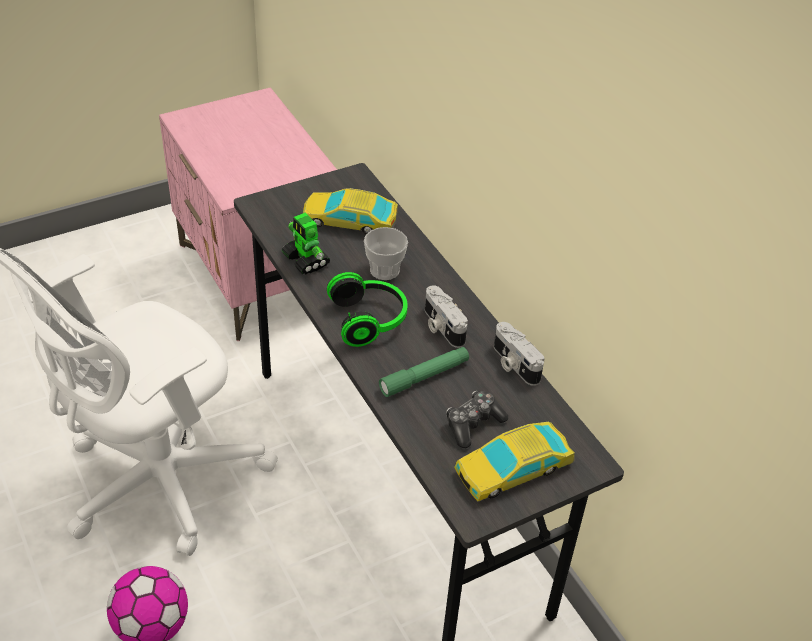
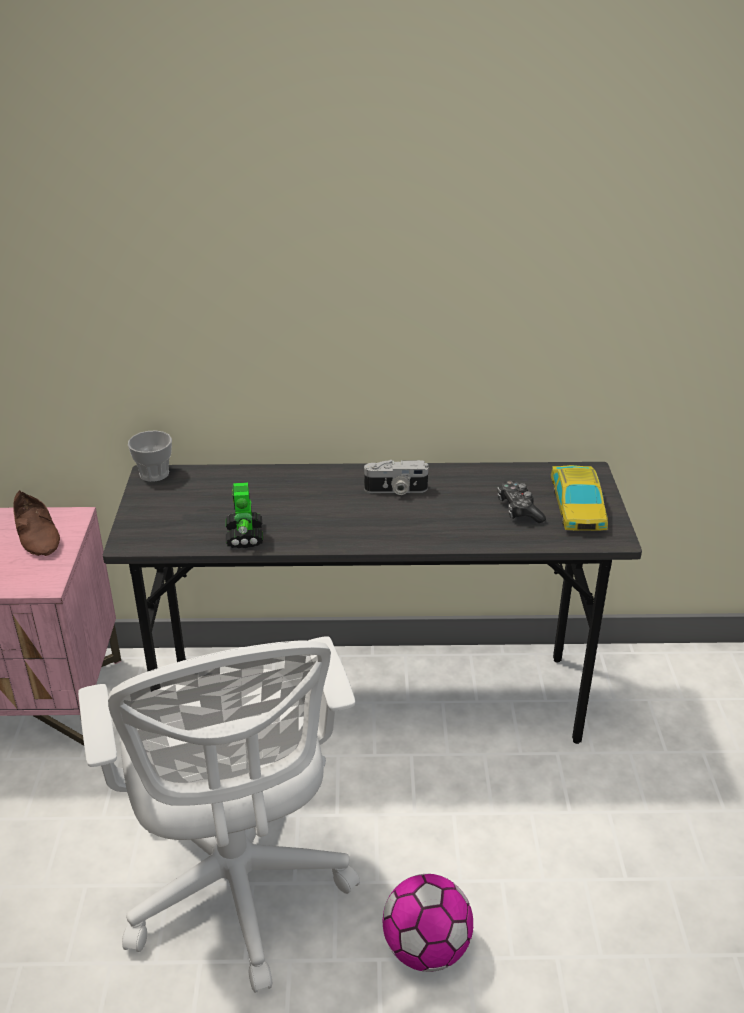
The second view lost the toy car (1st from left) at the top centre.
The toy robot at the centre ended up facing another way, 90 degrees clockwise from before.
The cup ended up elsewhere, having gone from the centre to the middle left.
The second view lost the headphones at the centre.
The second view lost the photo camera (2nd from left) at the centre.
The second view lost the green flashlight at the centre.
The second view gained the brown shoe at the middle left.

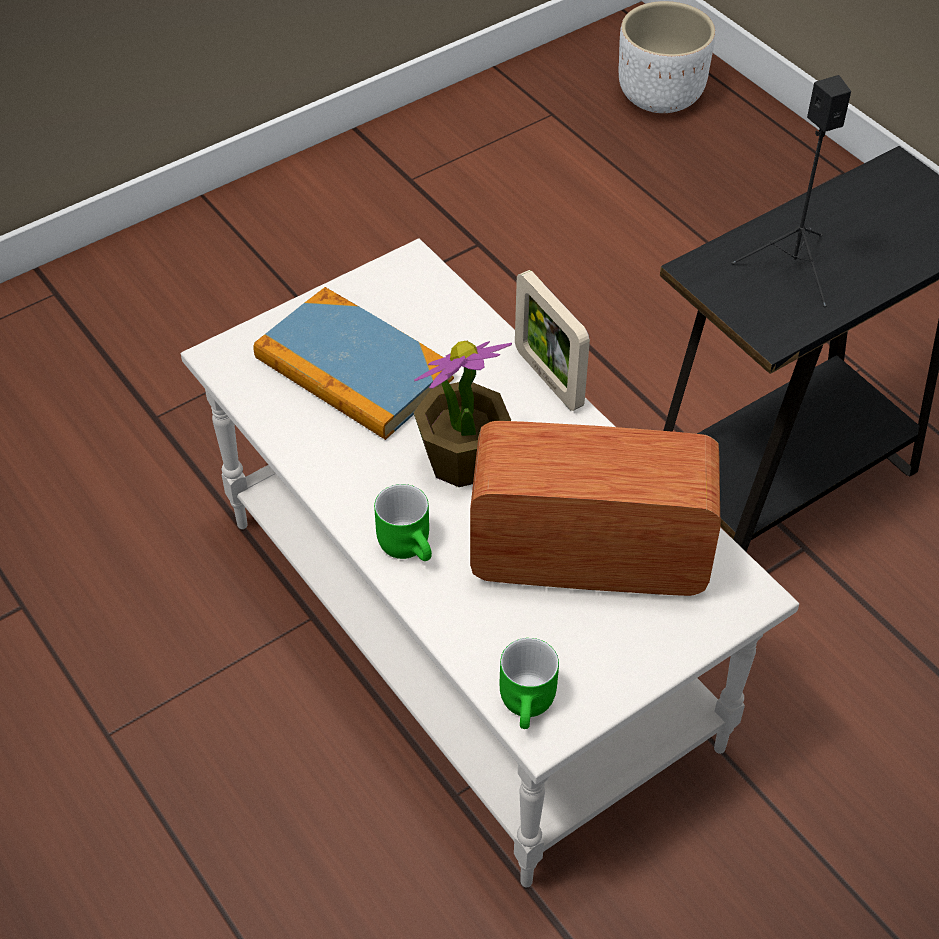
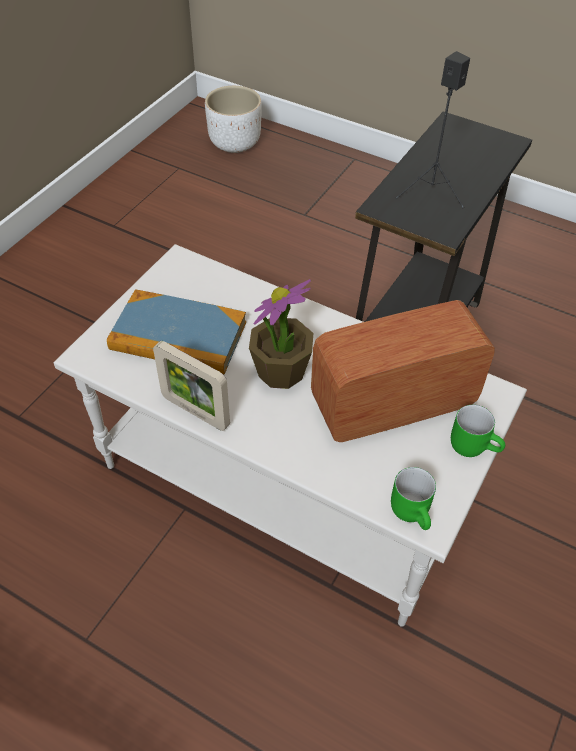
The picture frame ended up elsewhere, having gone from the centre to the middle left.
The green mug (1st from left in the first image) ended up elsewhere, having gone from the centre to the middle right.

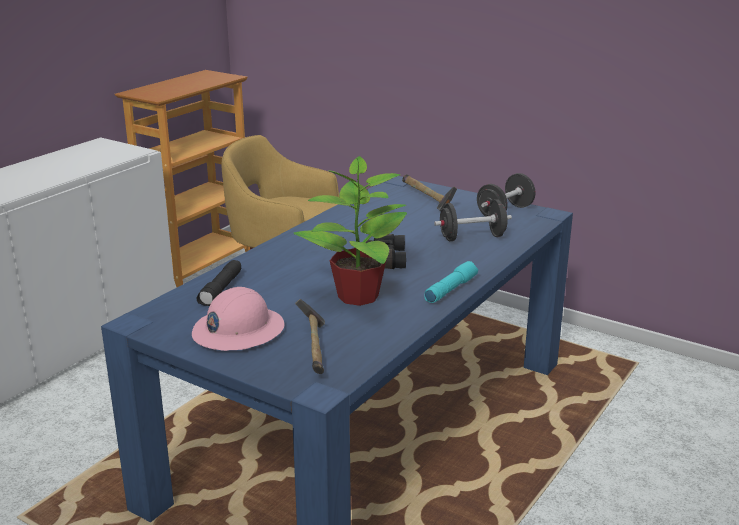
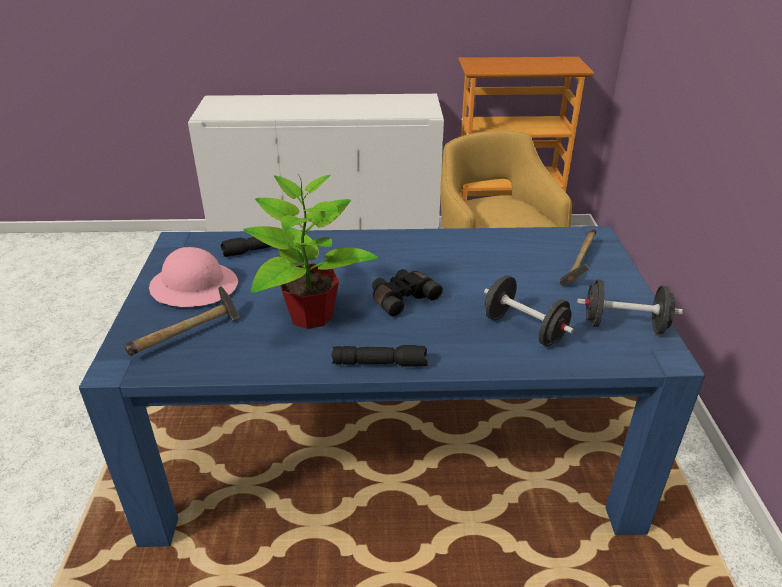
What was the turquoise flashlight at the centre turned into the black flashlight (2nd from left) at the centre.

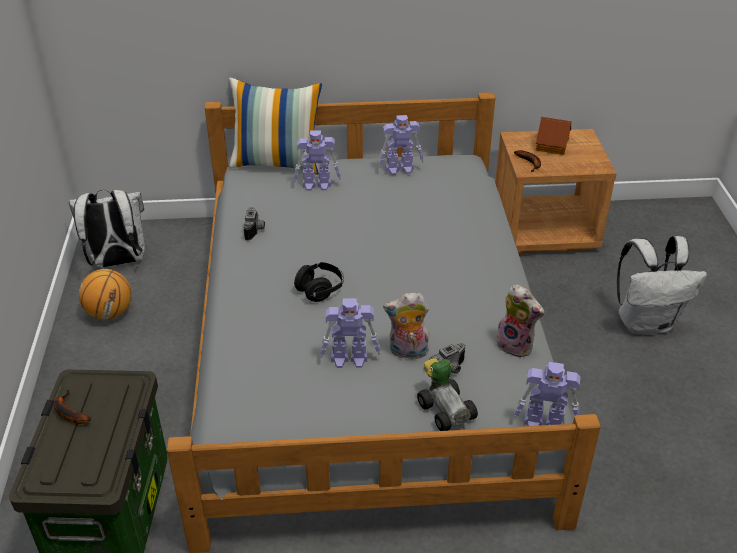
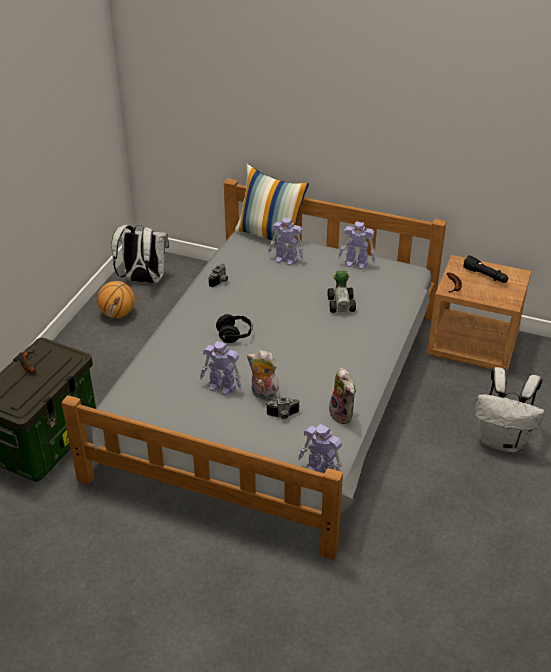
Where the toy house stood at the top right, the black flashlight came to stand at the middle right.
The toy car ended up elsewhere, having gone from the bottom centre to the centre.

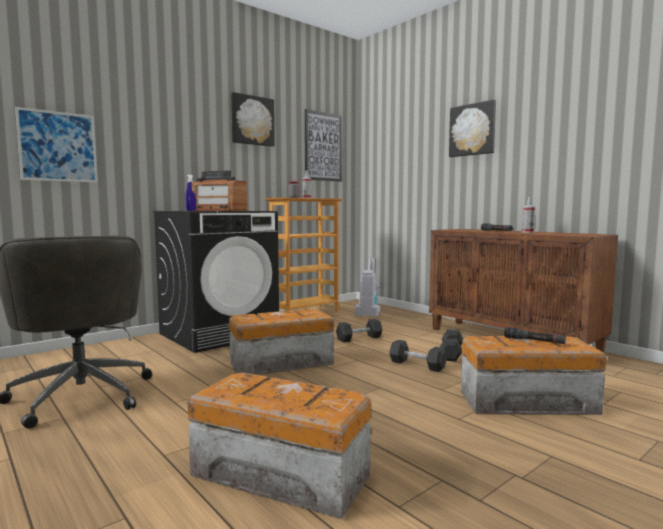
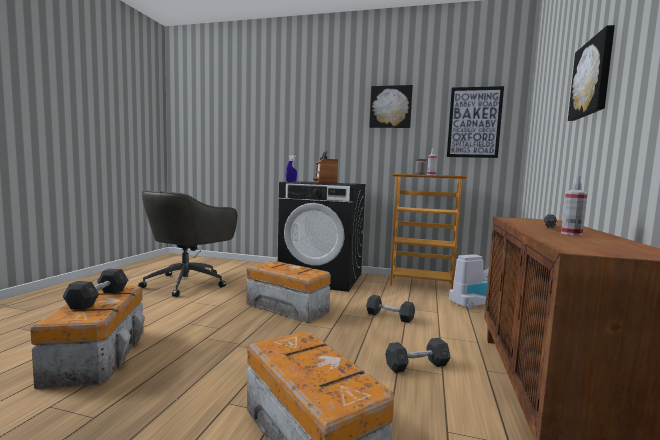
The second view lost the picture (1st from left) at the top left.
The second view lost the black flashlight (2nd from left) at the middle right.
The grey dumbbell (2nd from left in the first image) ended up elsewhere, having gone from the bottom centre to the middle left.

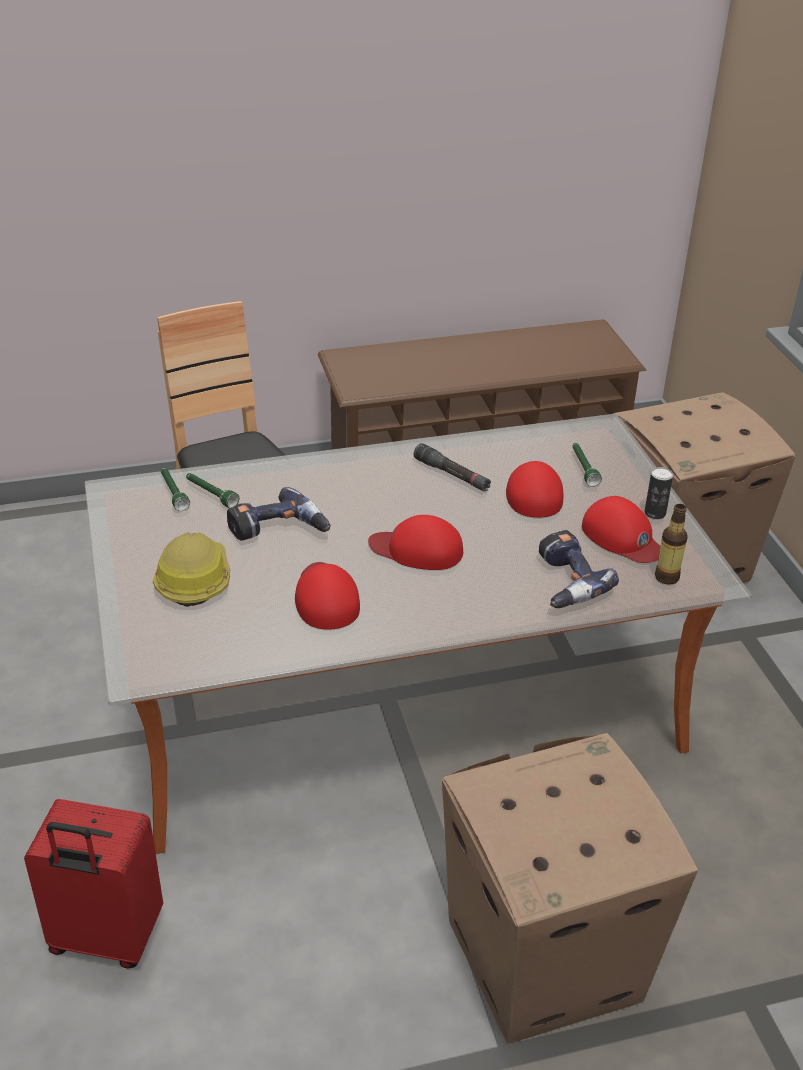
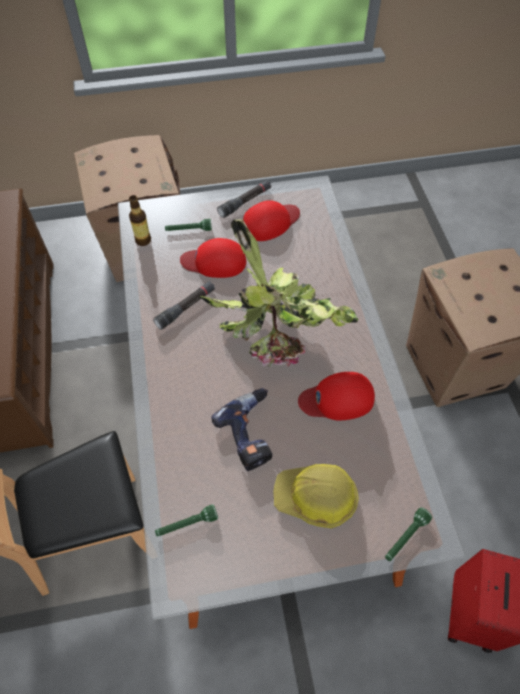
Where the can stood at the middle right, the black flashlight (2nd from left) came to stand at the top centre.
The green flashlight (2nd from left in the first image) ended up elsewhere, having gone from the middle left to the bottom right.
The bottle ended up elsewhere, having gone from the middle right to the top left.
Where the red cap (2nd from left) stood at the centre, the potted plant came to stand at the centre.
The second view lost the power drill (2nd from left) at the middle right.

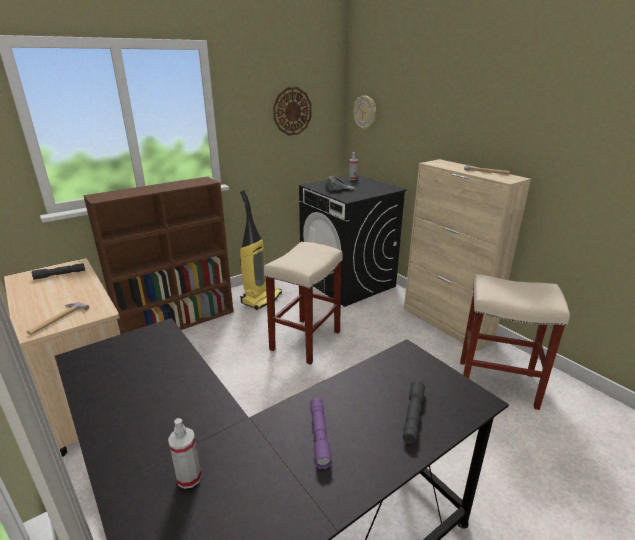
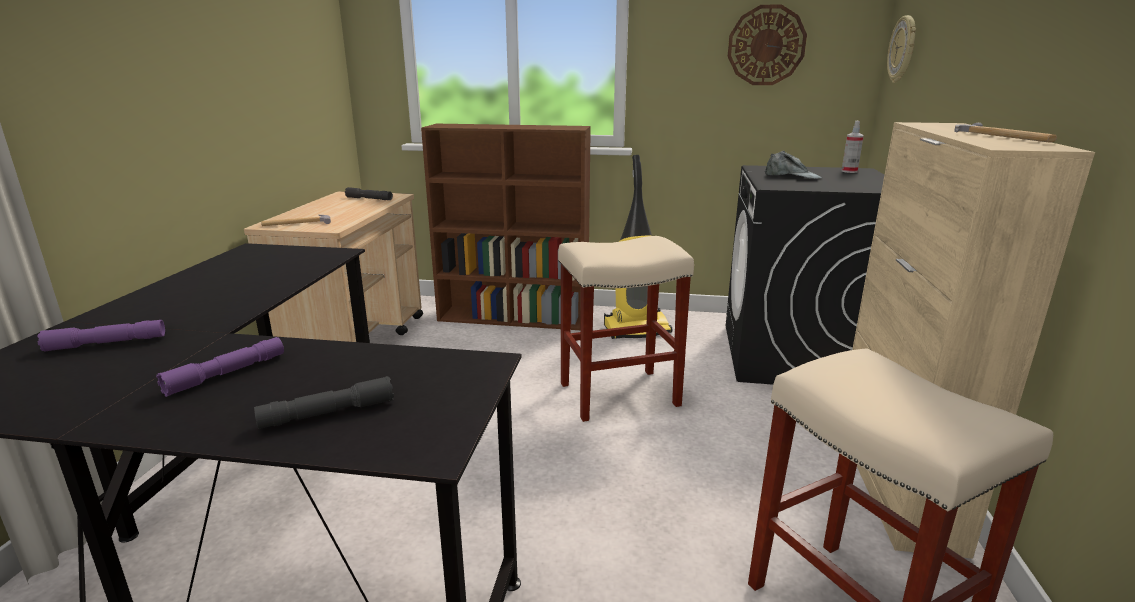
Where the spray bottle (1st from left) stood at the bottom left, the purple flashlight (1st from left) came to stand at the middle left.

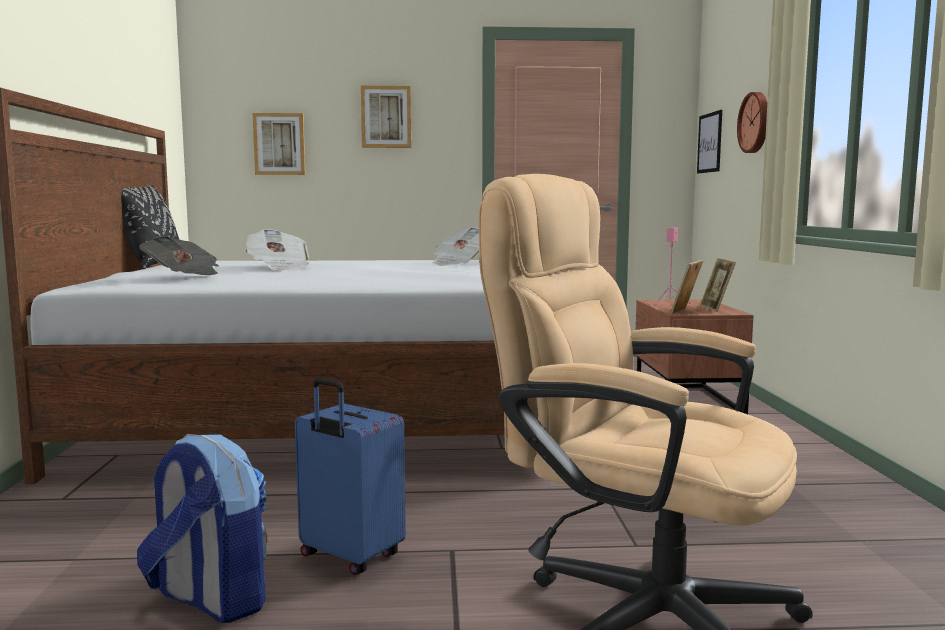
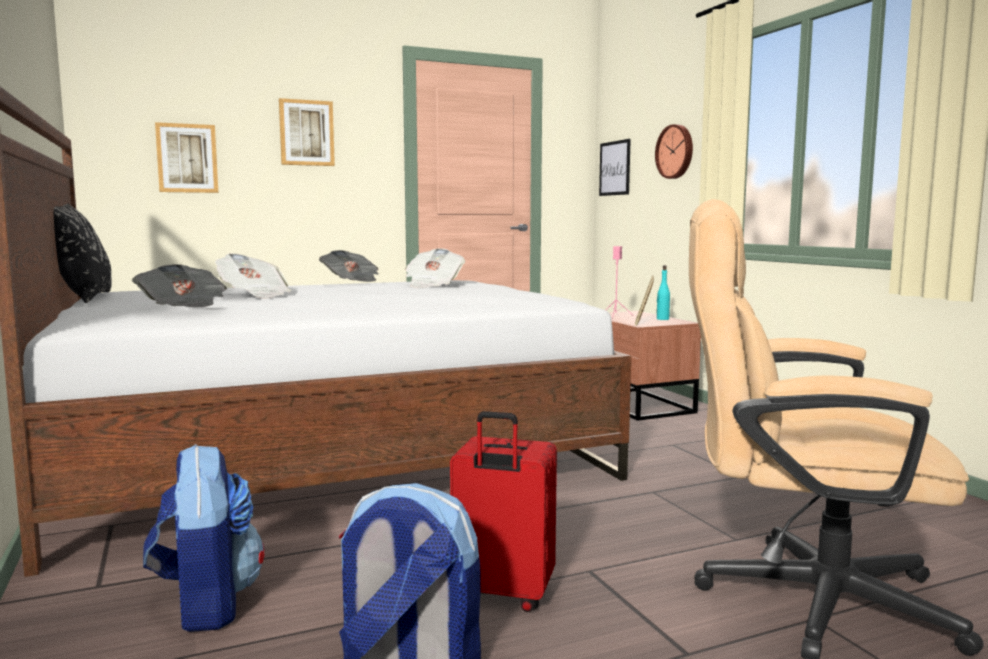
Where the picture frame (2nd from left) stood at the middle right, the turquoise bottle came to stand at the middle right.
What was the blue suitcase at the bottom centre turned into the red suitcase at the bottom centre.
The second view gained the newspaper (3rd from left) at the centre.
The second view gained the backpack (1st from left) at the bottom left.

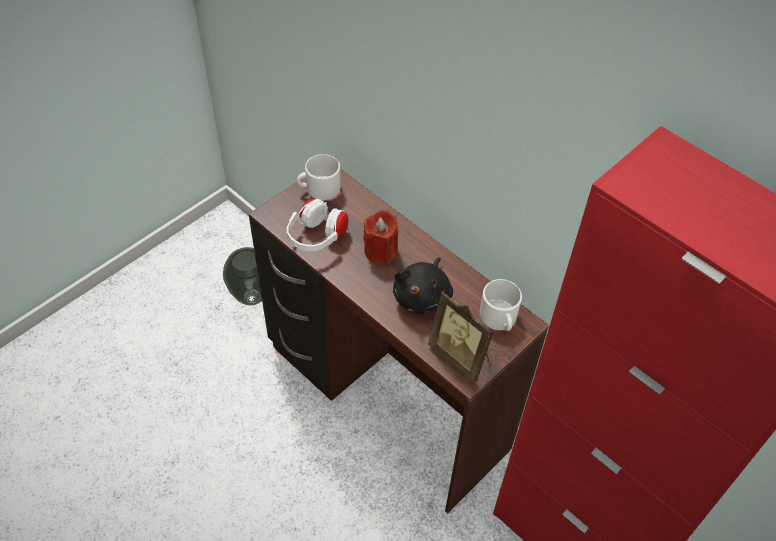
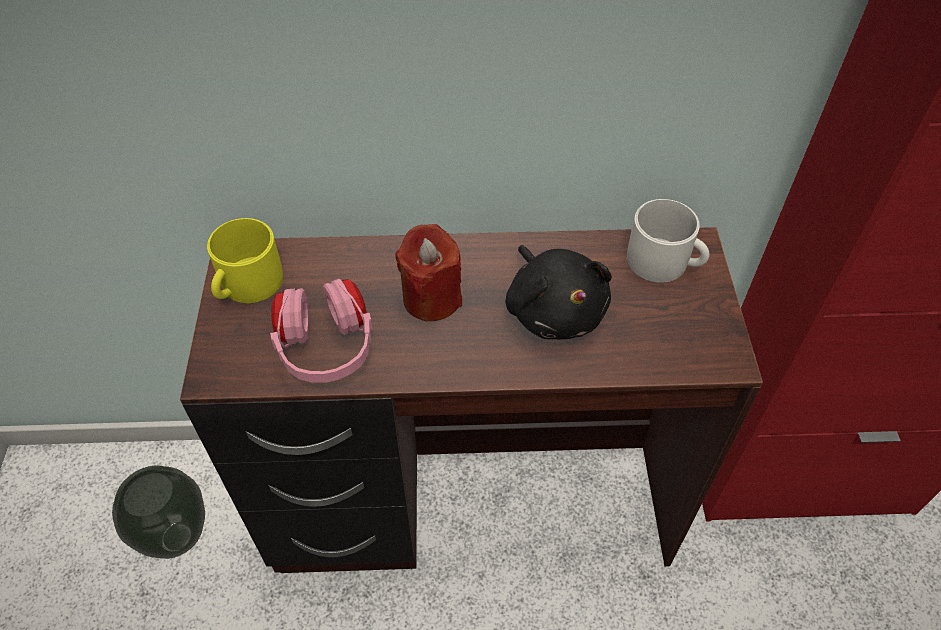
What was the white mug (1st from left) at the top centre turned into the yellow mug at the middle left.
What was the white headphones at the centre turned into the pink headphones at the centre.
The second view lost the picture frame at the centre.

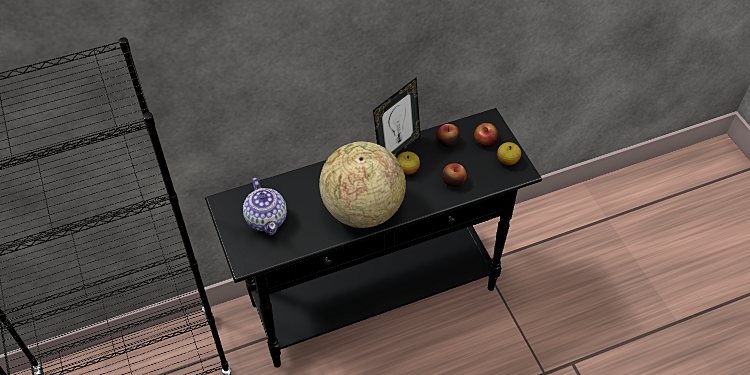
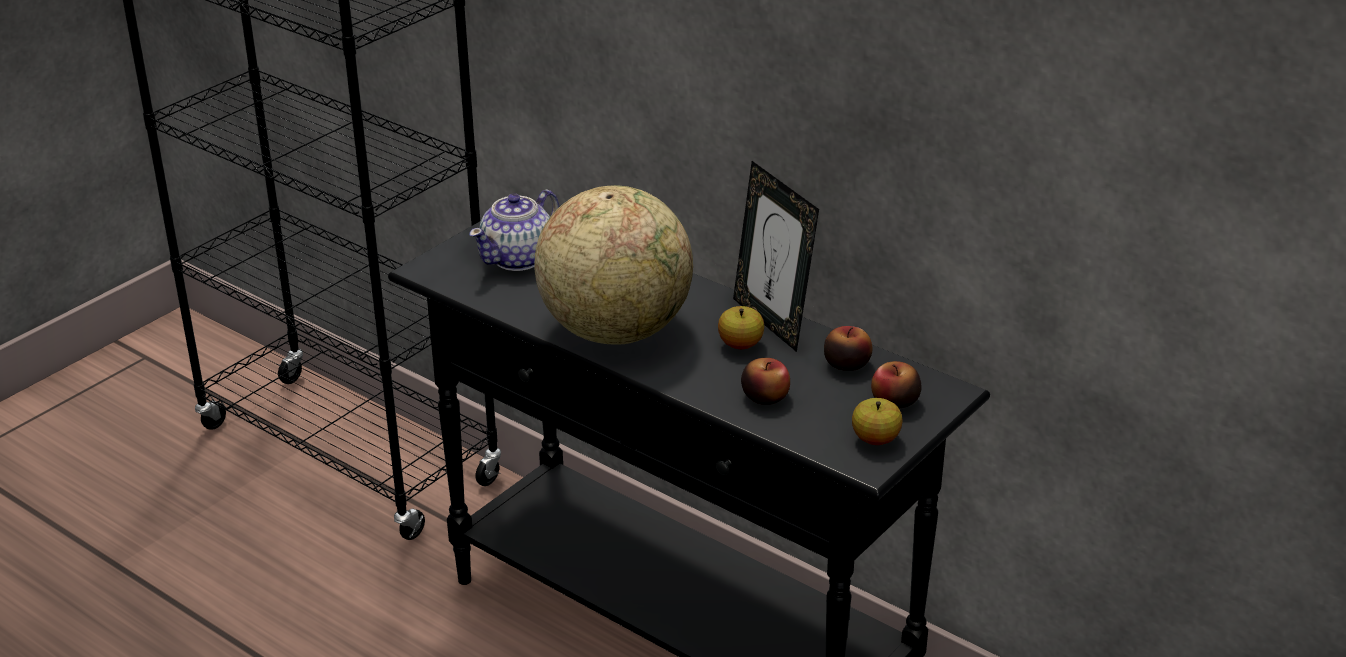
The picture frame at the top centre ended up facing another way, 45 degrees clockwise from before.

